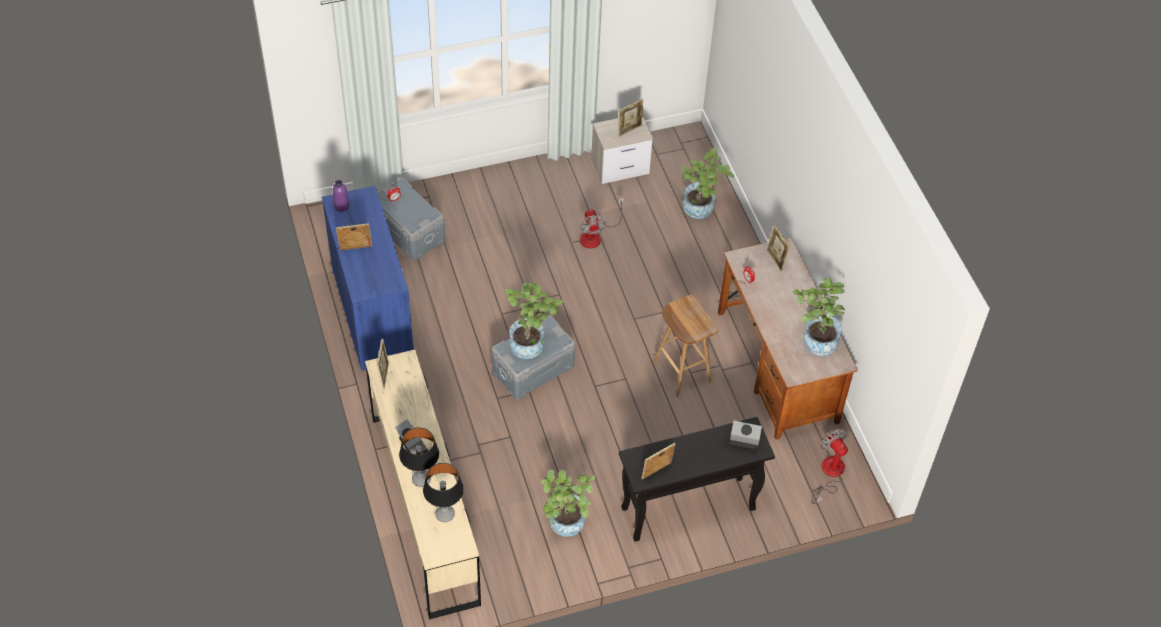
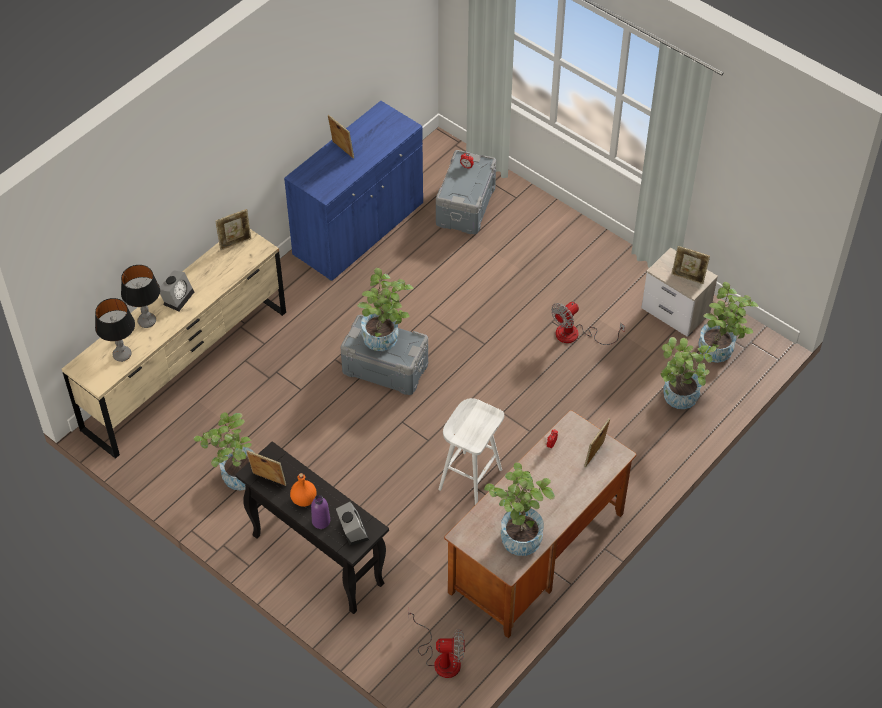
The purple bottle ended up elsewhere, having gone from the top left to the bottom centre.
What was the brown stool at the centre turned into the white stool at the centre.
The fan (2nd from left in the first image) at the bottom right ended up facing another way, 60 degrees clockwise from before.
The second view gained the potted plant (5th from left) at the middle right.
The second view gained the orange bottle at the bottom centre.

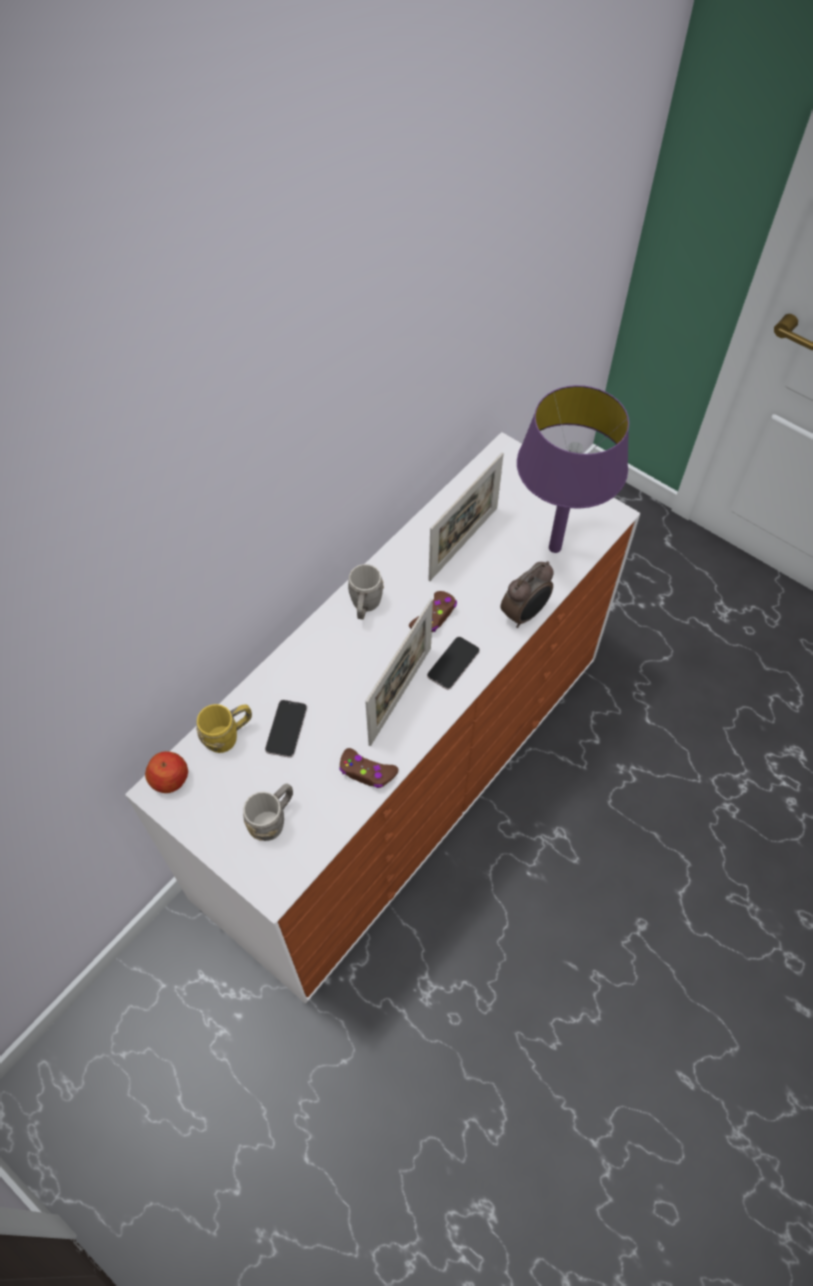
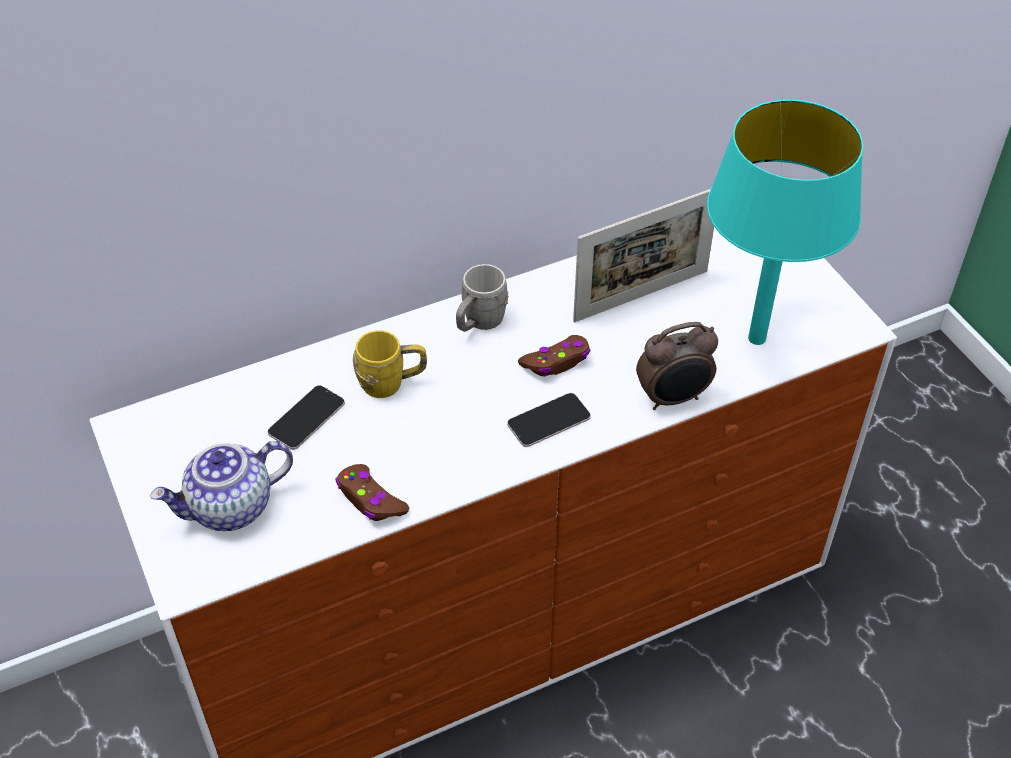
What was the purple table lamp at the middle right turned into the turquoise table lamp at the top right.
The second view lost the picture frame (1st from left) at the centre.
The yellow mug ended up elsewhere, having gone from the middle left to the centre.
The second view lost the apple at the middle left.
Where the grey mug (1st from left) stood at the middle left, the teapot came to stand at the middle left.

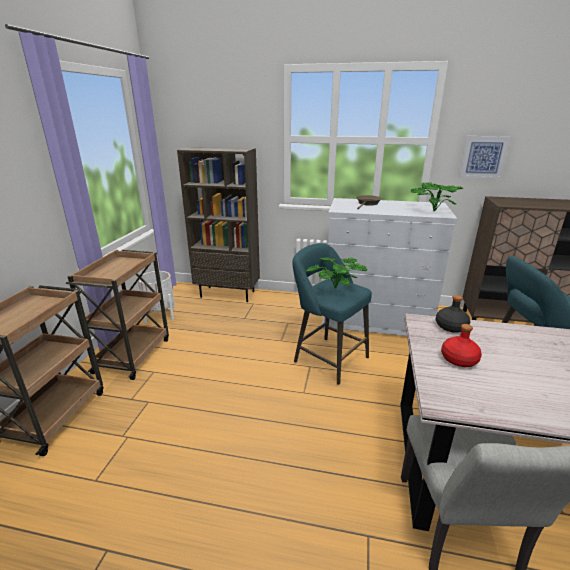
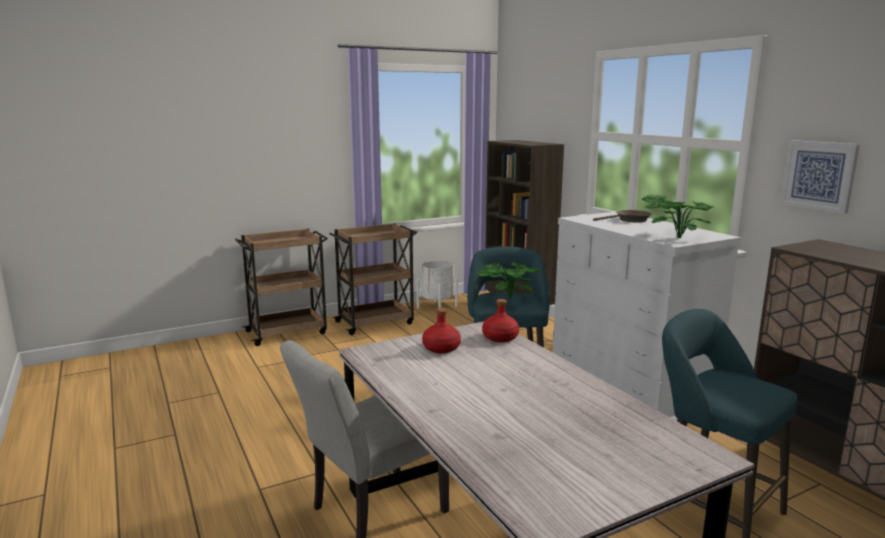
What was the black bottle at the middle right turned into the red bottle (2nd from left) at the centre.

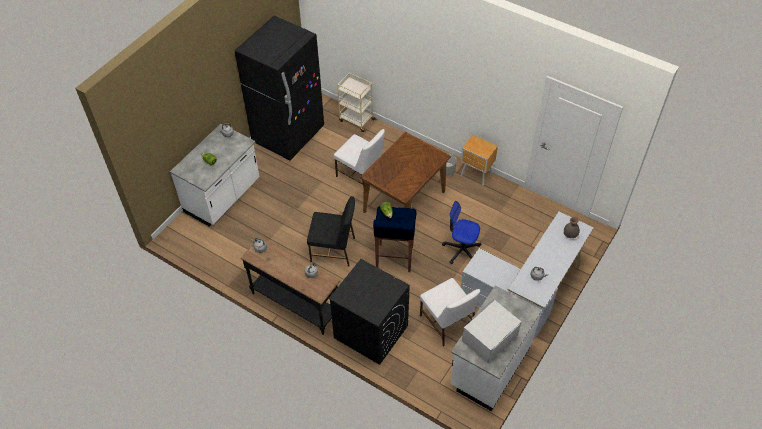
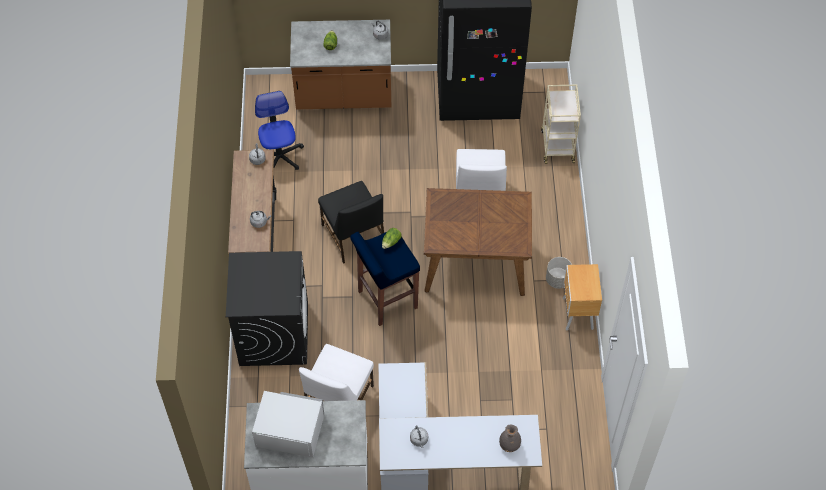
What was the white counter (1st from left) at the middle left turned into the brown counter at the top centre.
The office chair ended up elsewhere, having gone from the centre to the top centre.

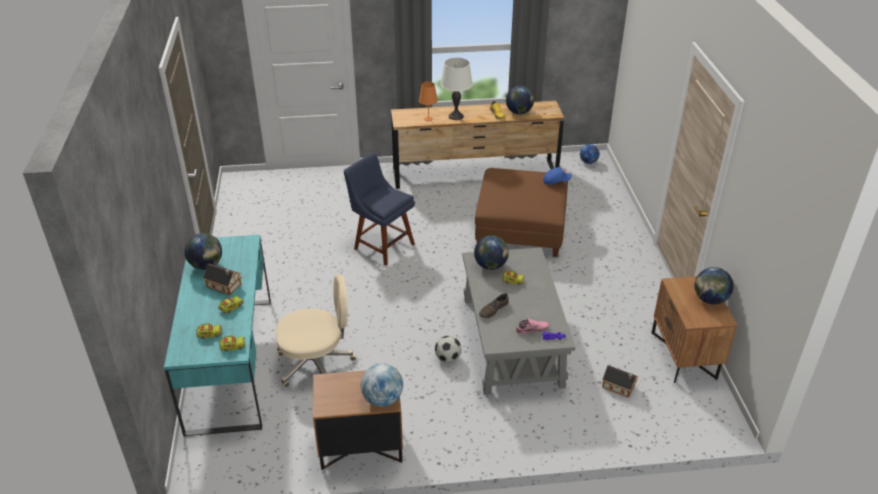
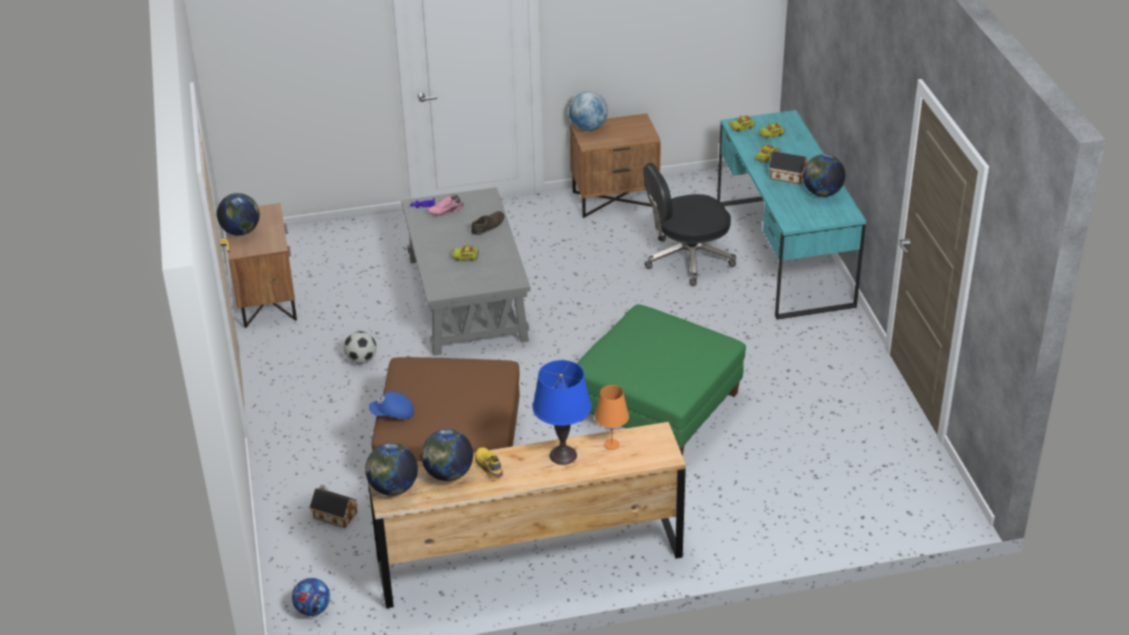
What was the white table lamp at the top centre turned into the blue table lamp at the centre.
Where the blue chair stood at the centre, the green ottoman came to stand at the centre.
The globe (3rd from left in the first image) ended up elsewhere, having gone from the centre to the bottom centre.
What was the beige office chair at the bottom centre turned into the black office chair at the centre.
The football (1st from left in the first image) ended up elsewhere, having gone from the bottom centre to the middle left.
The toy house (2nd from left in the first image) ended up elsewhere, having gone from the bottom right to the bottom left.

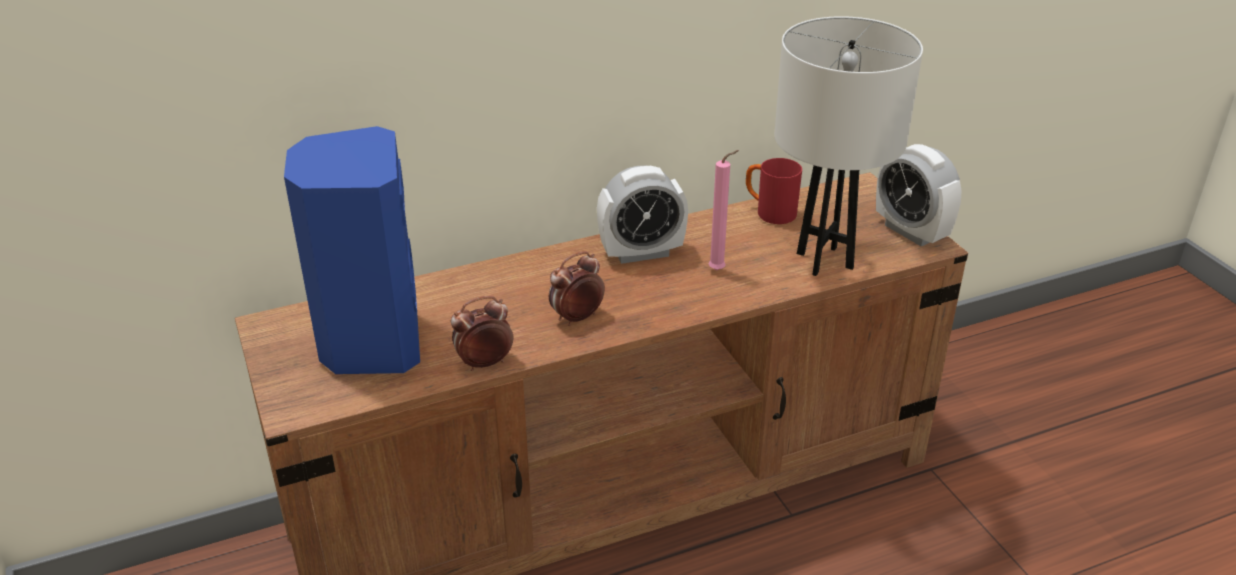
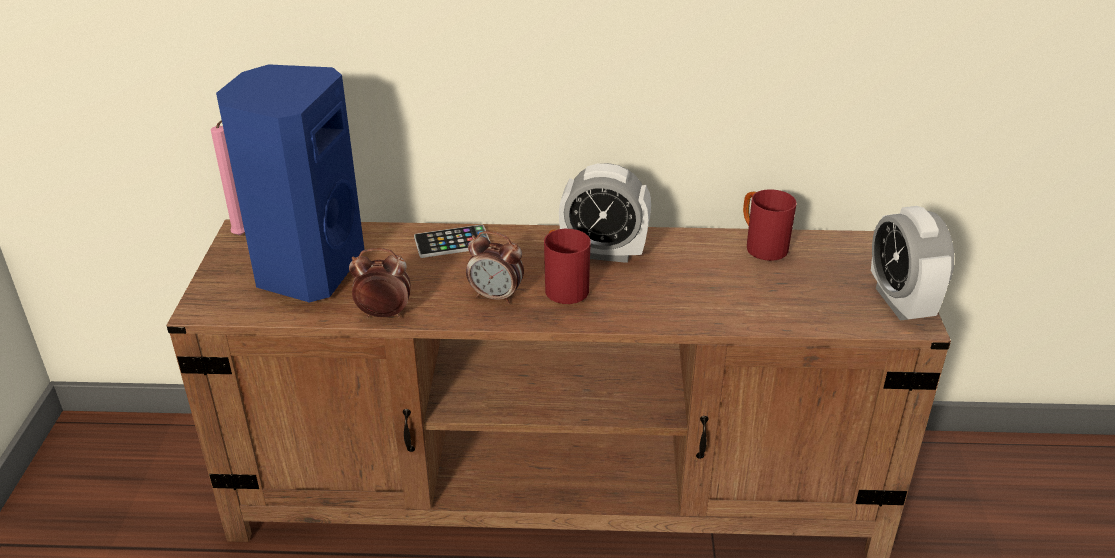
The second view lost the white table lamp at the top right.
The pink candle ended up elsewhere, having gone from the centre to the top left.
The alarm clock (2nd from left) at the centre ended up facing another way, 150 degrees counterclockwise from before.
The second view gained the phone at the centre.
The second view gained the red mug (1st from left) at the centre.

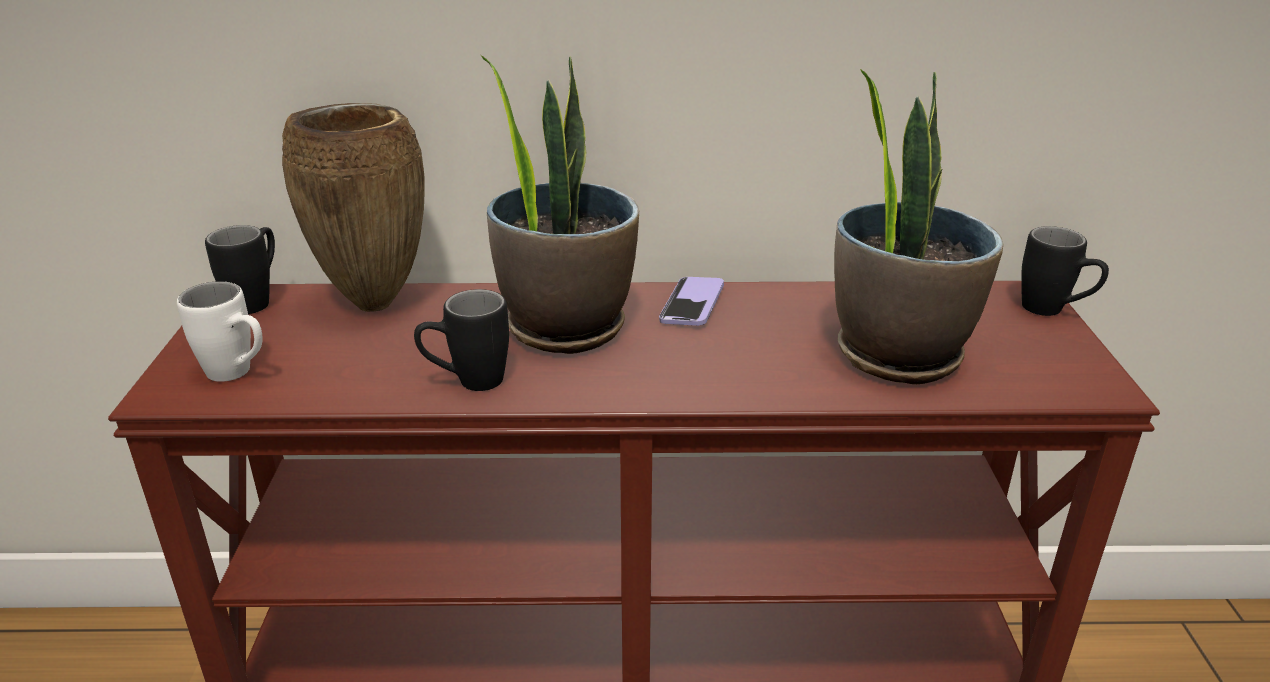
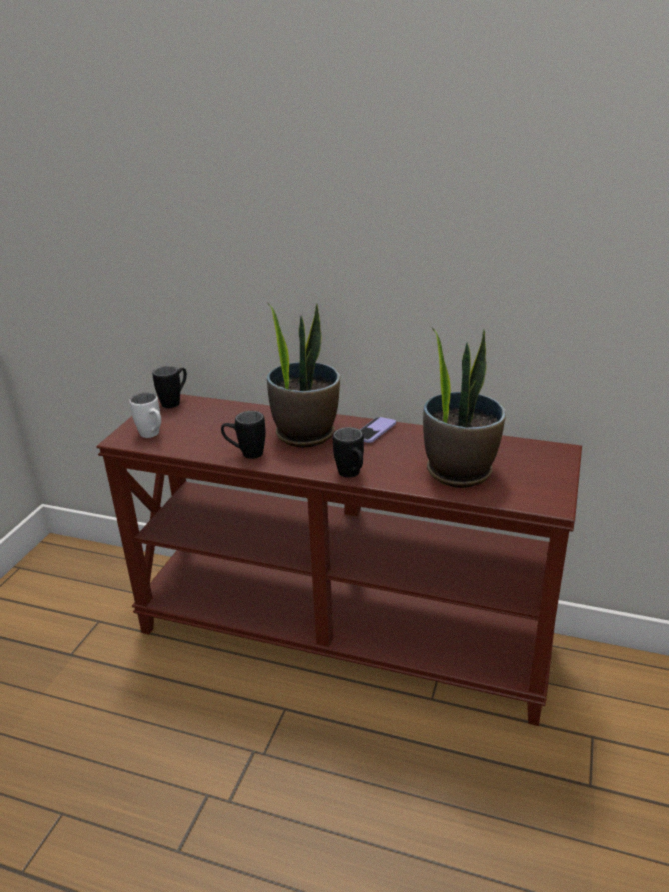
The second view lost the brown vase at the top left.
The black mug (3rd from left) ended up elsewhere, having gone from the middle right to the centre.

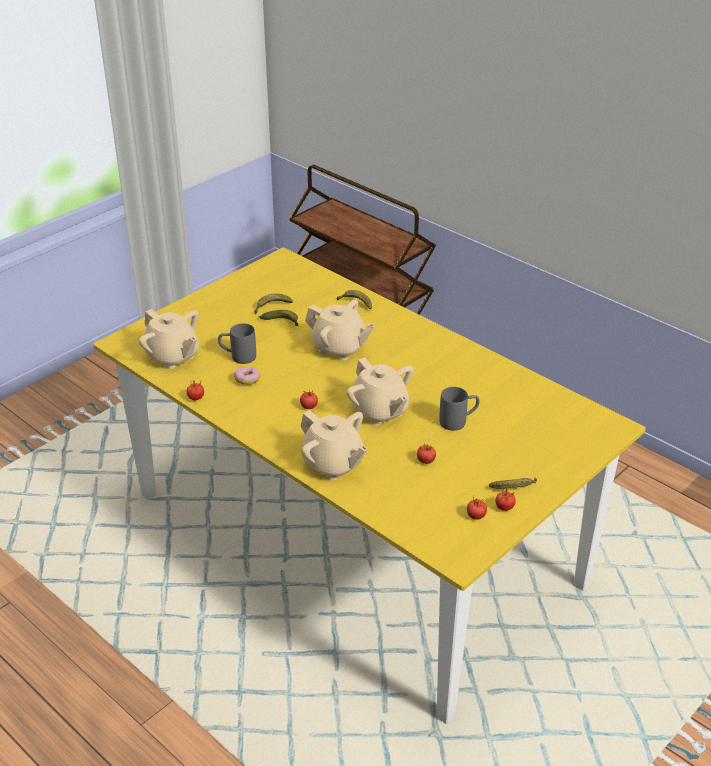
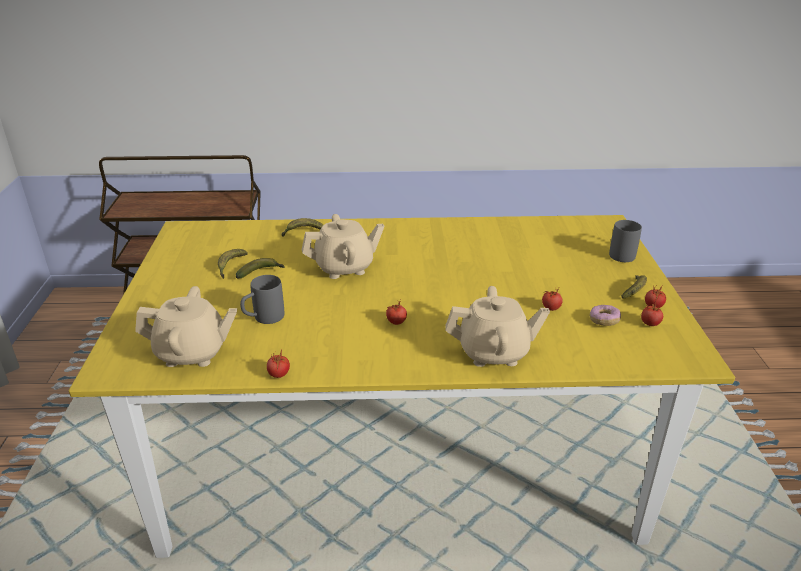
The second view lost the beige teapot (4th from left) at the centre.
The donut ended up elsewhere, having gone from the centre to the middle right.
The grey mug (2nd from left) ended up elsewhere, having gone from the centre to the middle right.

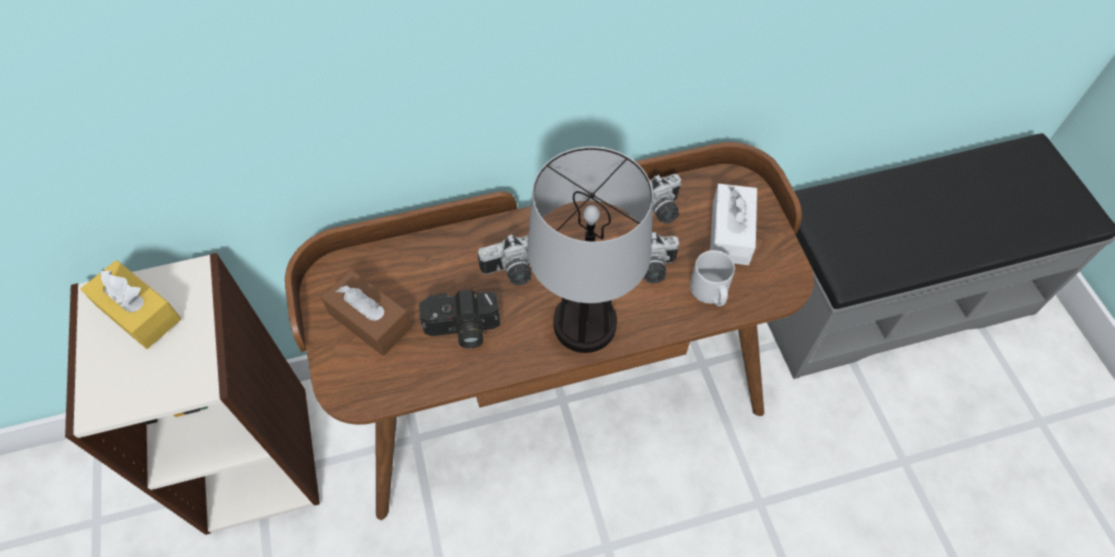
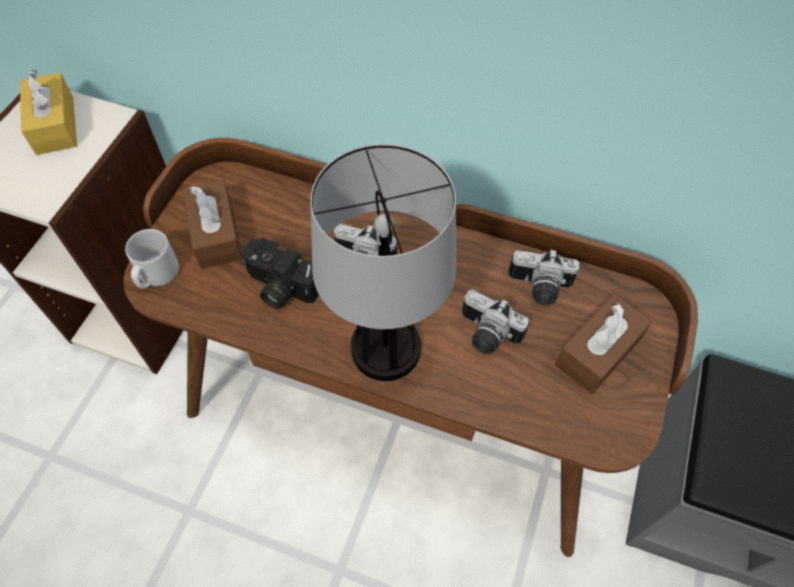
What was the white tissue box at the centre turned into the brown tissue box (2nd from left) at the middle right.
The grey mug ended up elsewhere, having gone from the centre to the middle left.

